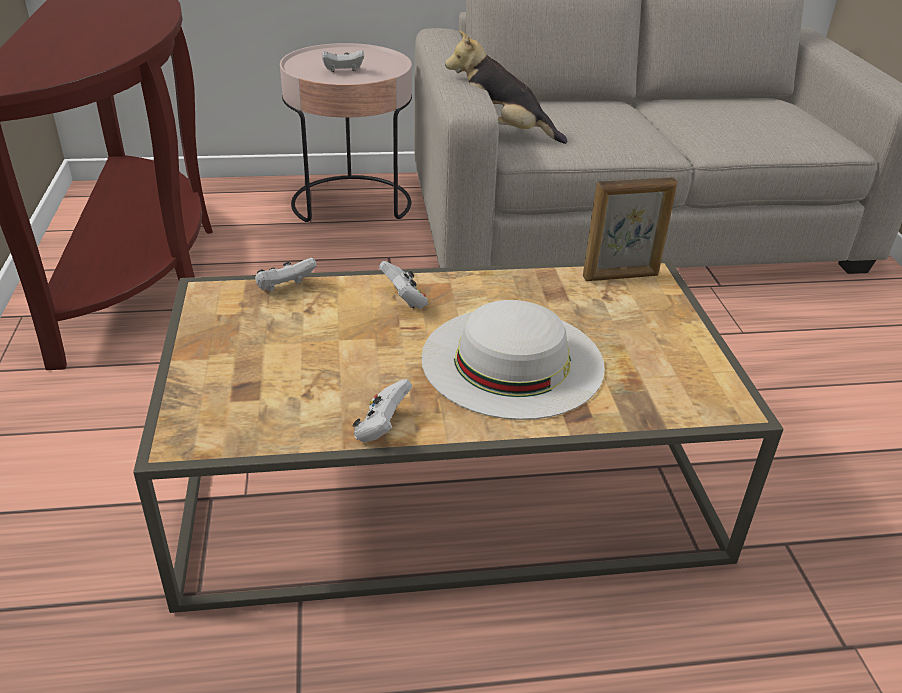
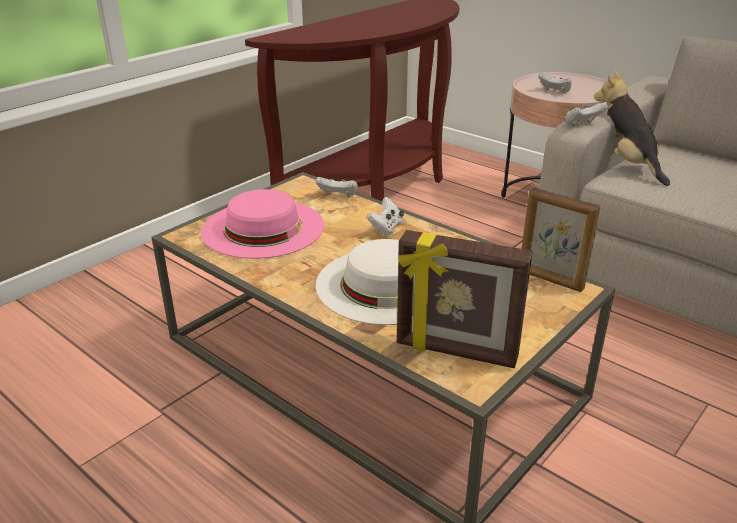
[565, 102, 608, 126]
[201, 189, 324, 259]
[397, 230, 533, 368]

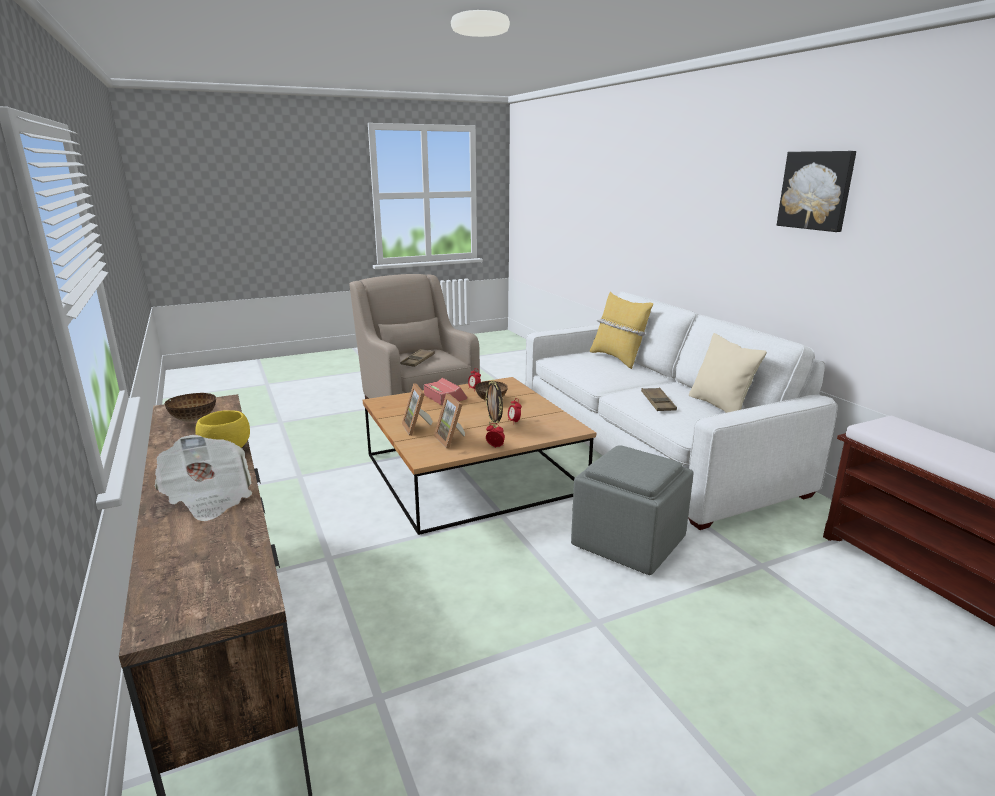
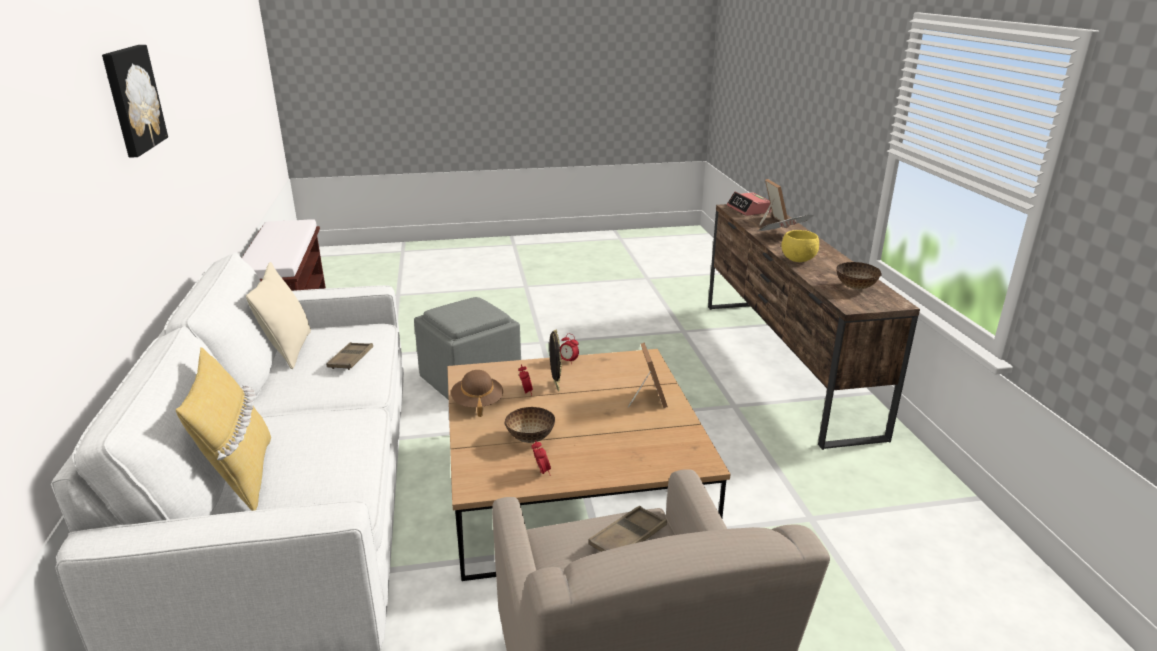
[727, 192, 771, 216]
[760, 179, 788, 225]
[451, 370, 503, 417]

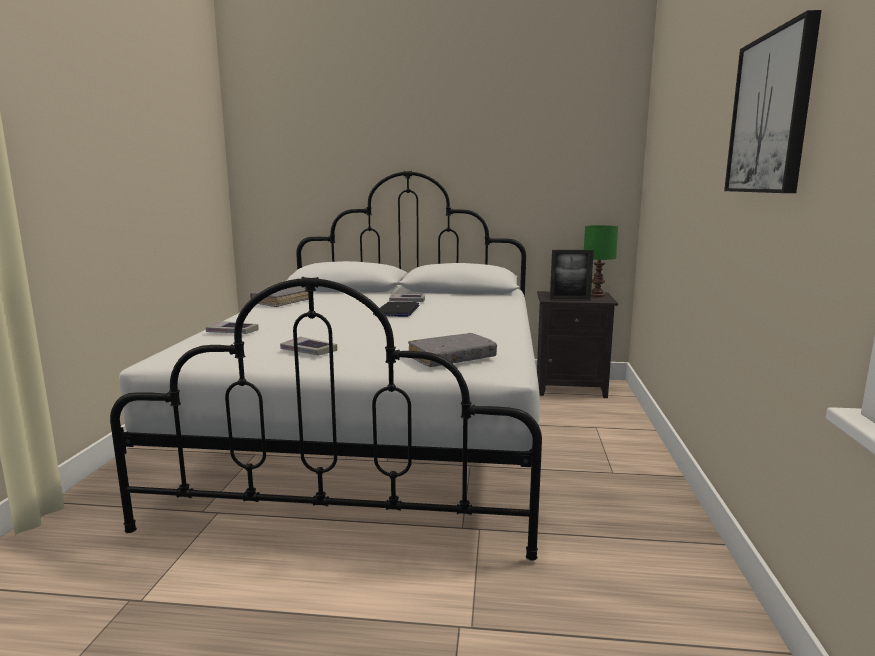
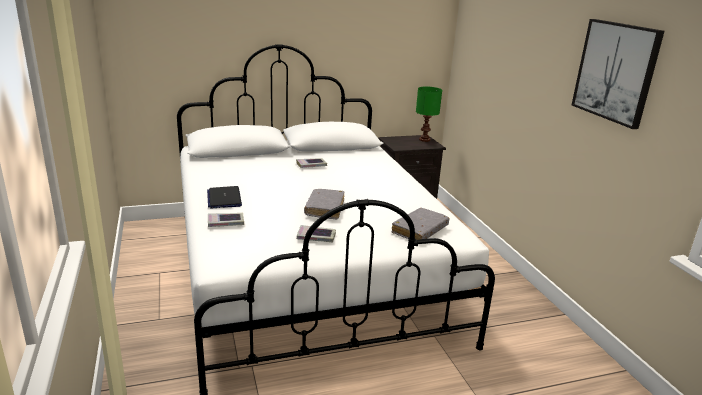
[304, 189, 345, 219]
[207, 186, 242, 208]
[550, 250, 594, 301] (first image)

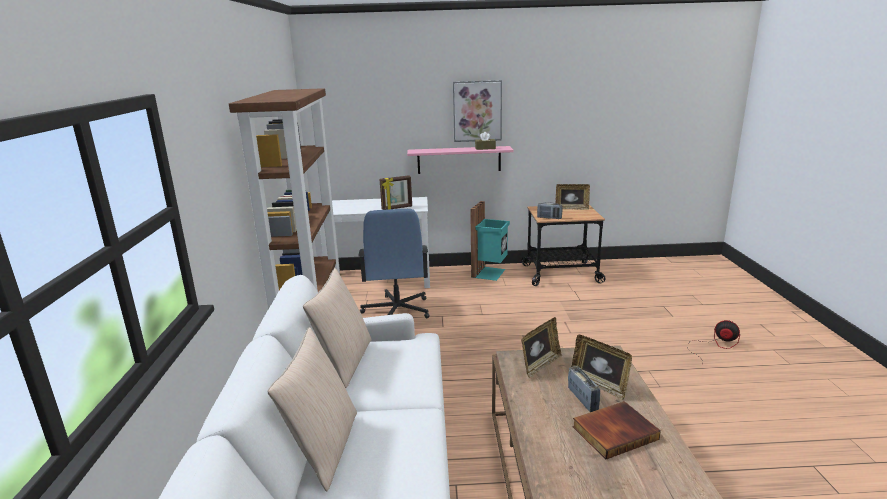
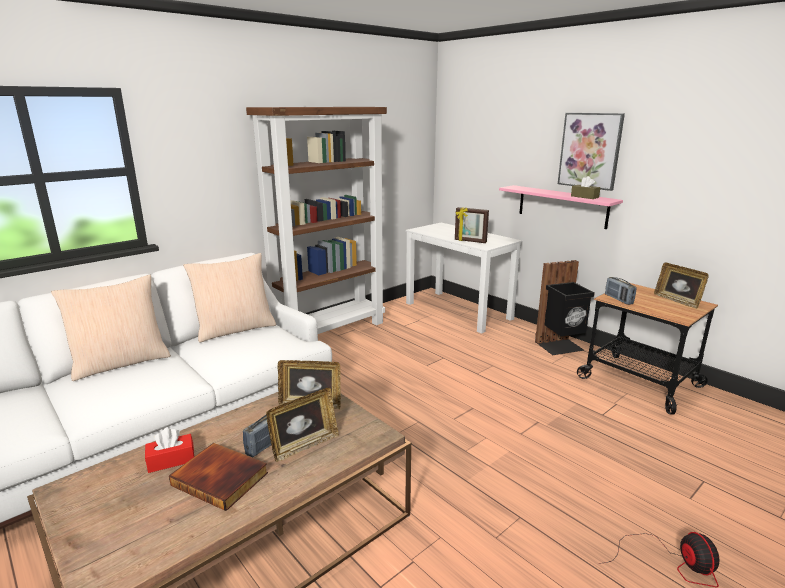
[358, 209, 429, 318] (first image)
[535, 260, 595, 355]
[266, 388, 339, 462]
[145, 428, 194, 473]

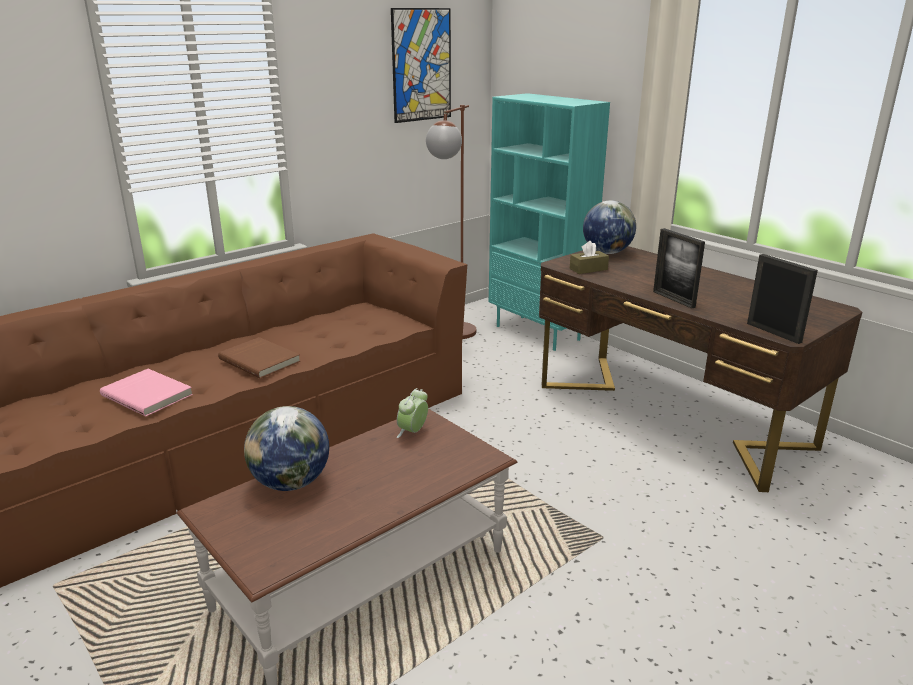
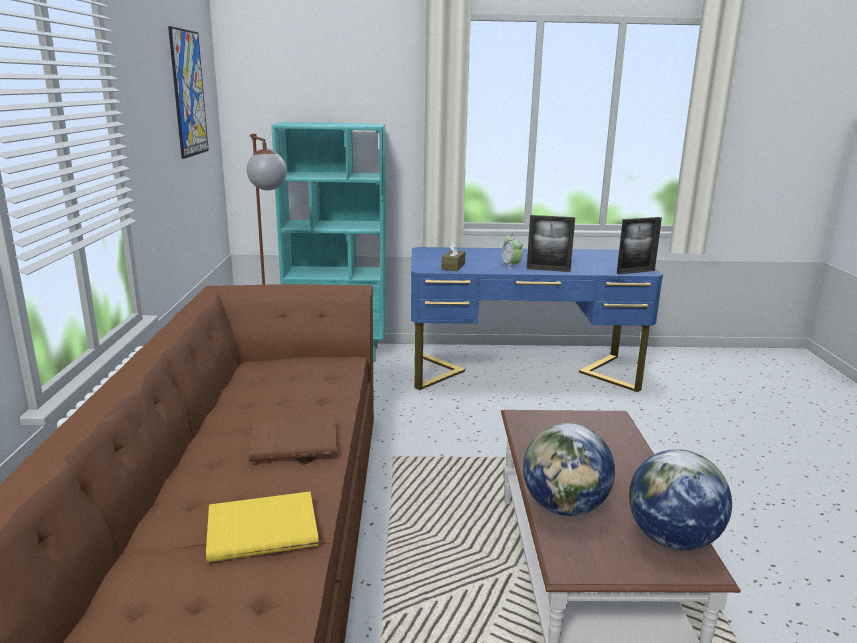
[206, 491, 319, 563]
[501, 233, 523, 270]
[411, 247, 663, 392]
[629, 449, 732, 551]
[617, 217, 662, 275]

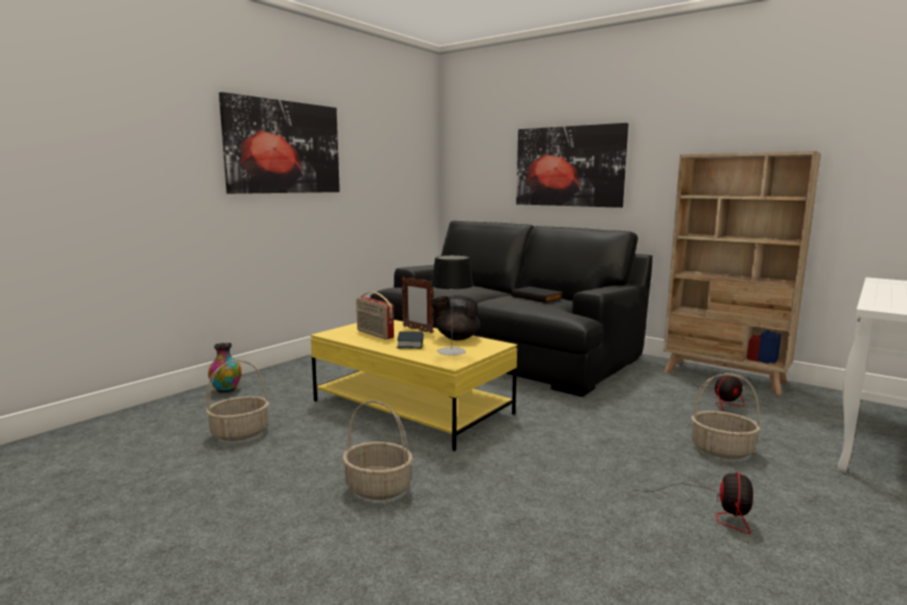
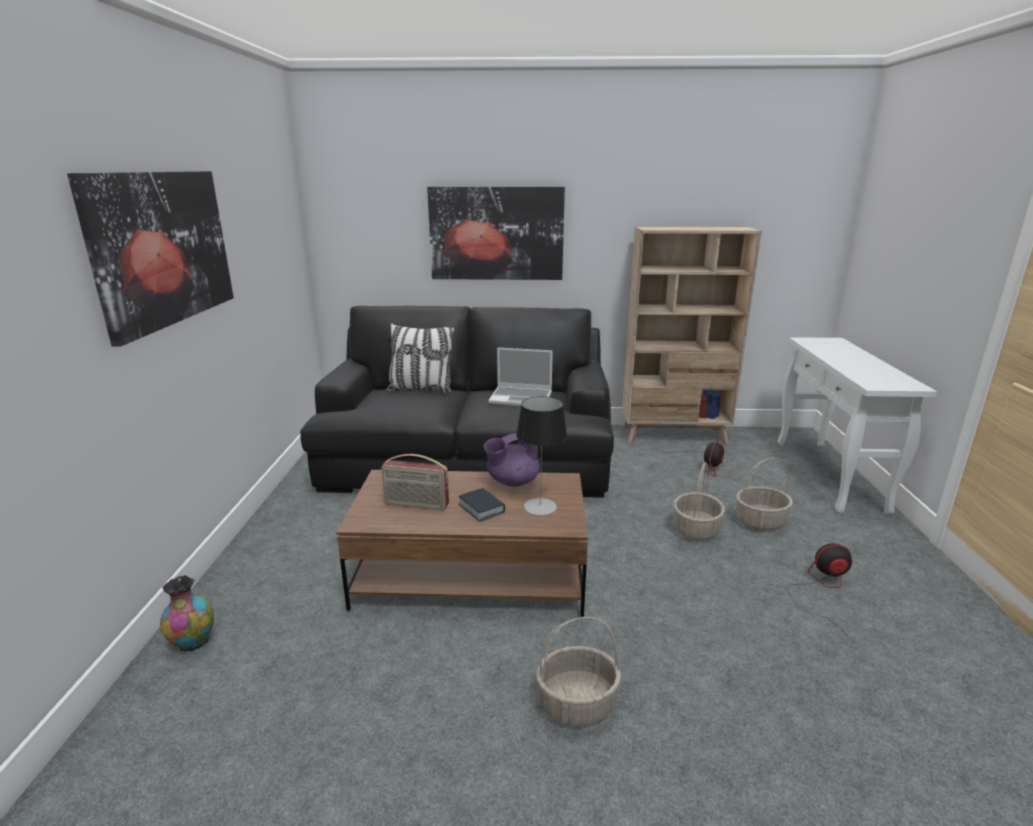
[673, 462, 725, 541]
[336, 470, 588, 617]
[401, 277, 434, 334] (first image)
[484, 433, 540, 487]
[488, 347, 553, 406]
[787, 543, 853, 637]
[386, 323, 455, 393]

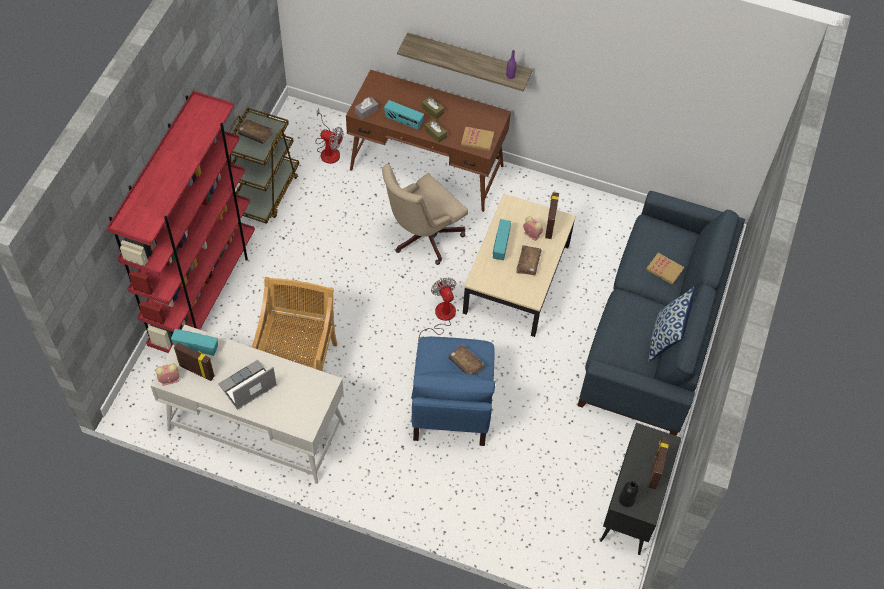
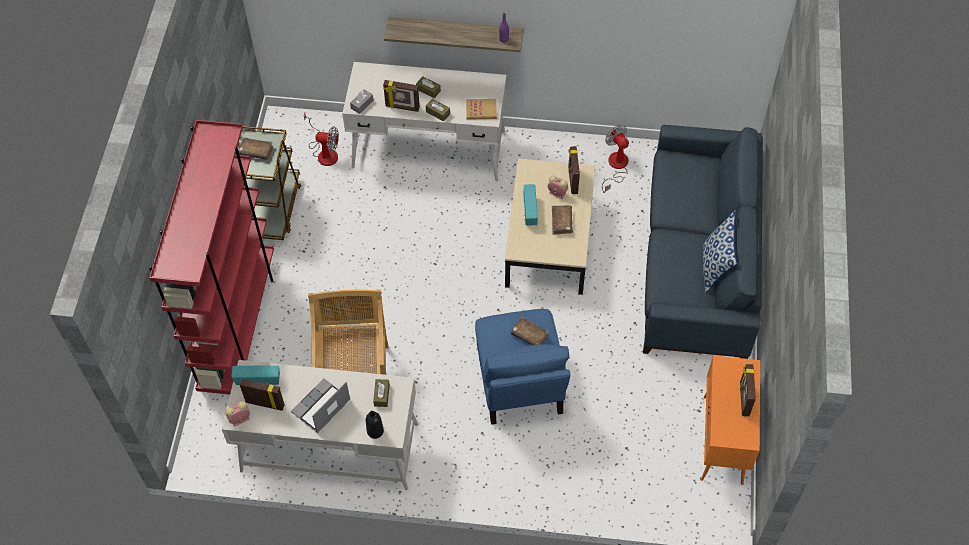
[342, 62, 506, 181]
[382, 164, 468, 265] (first image)
[383, 80, 420, 112]
[602, 125, 629, 193]
[701, 356, 760, 485]
[366, 411, 384, 439]
[646, 253, 684, 285] (first image)
[373, 379, 390, 407]

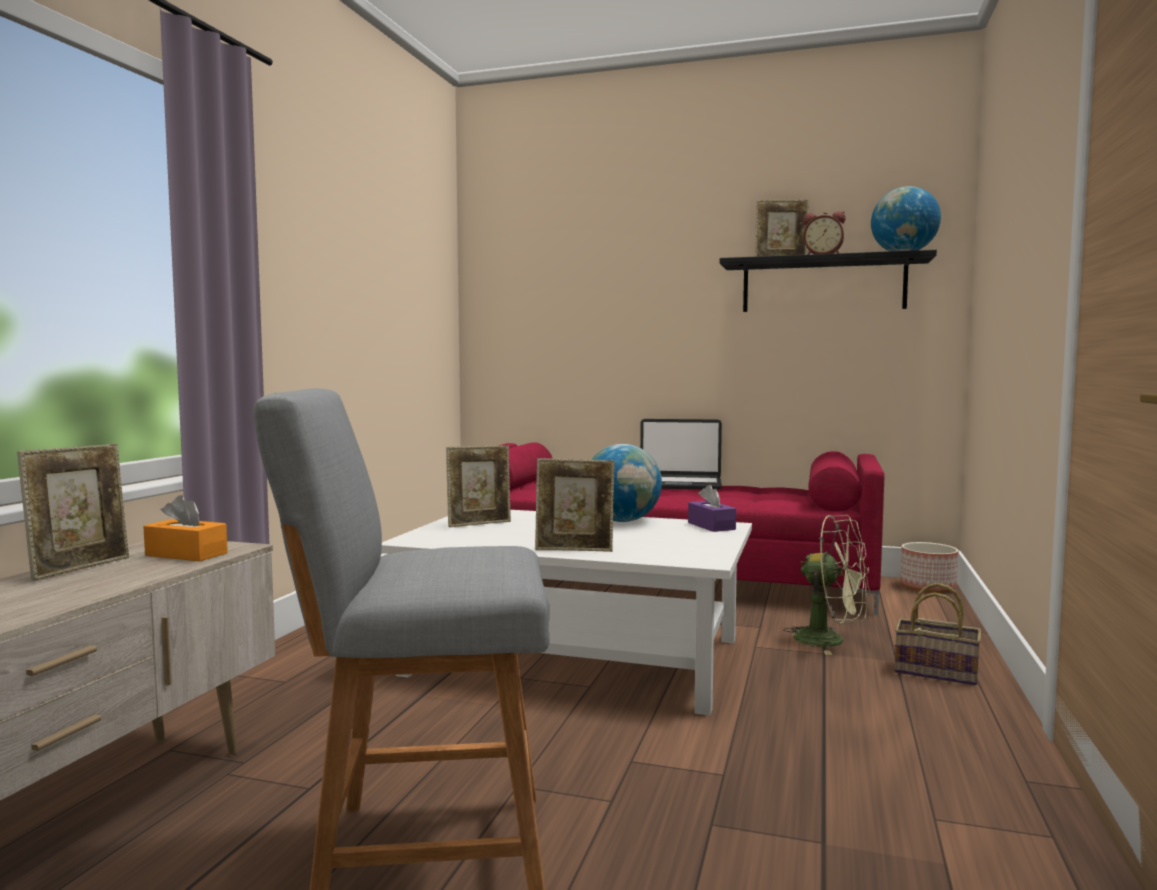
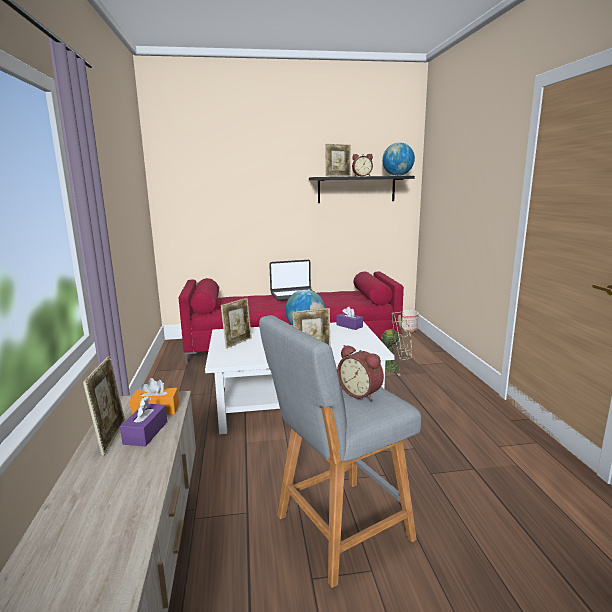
[895, 583, 981, 685] (first image)
[120, 396, 168, 446]
[337, 345, 384, 401]

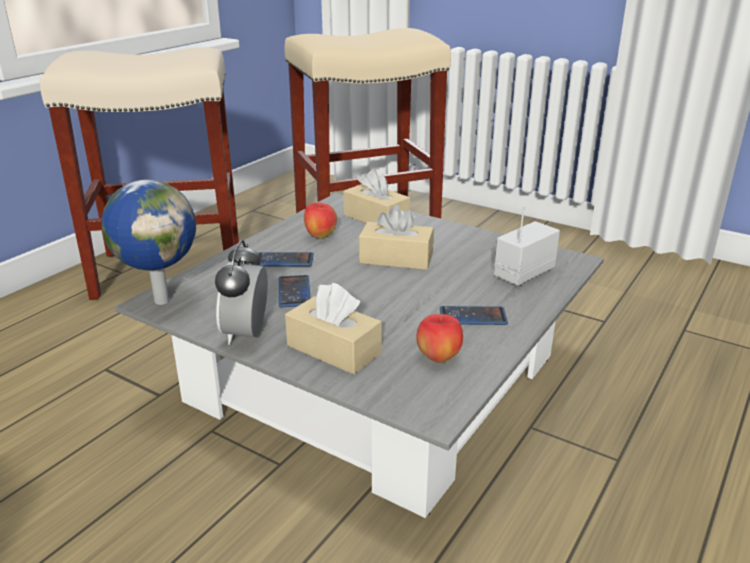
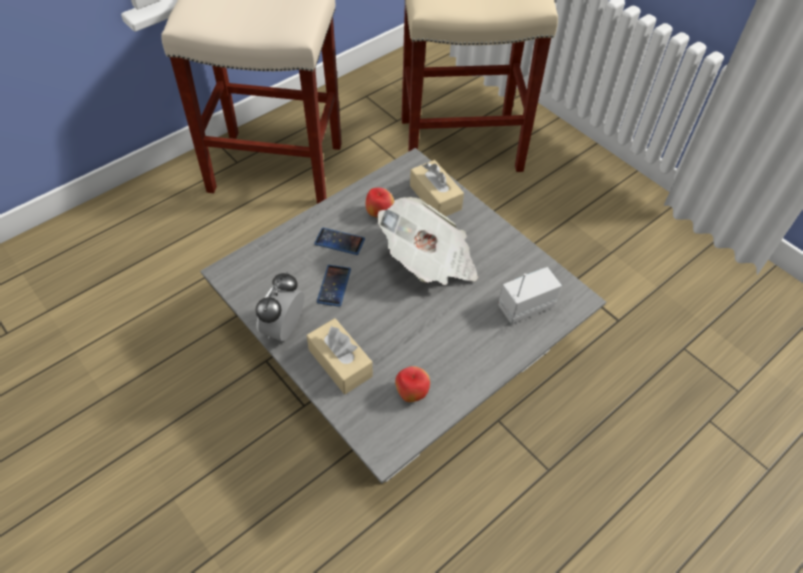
[101, 179, 196, 305] (first image)
[377, 197, 478, 285]
[440, 306, 508, 325] (first image)

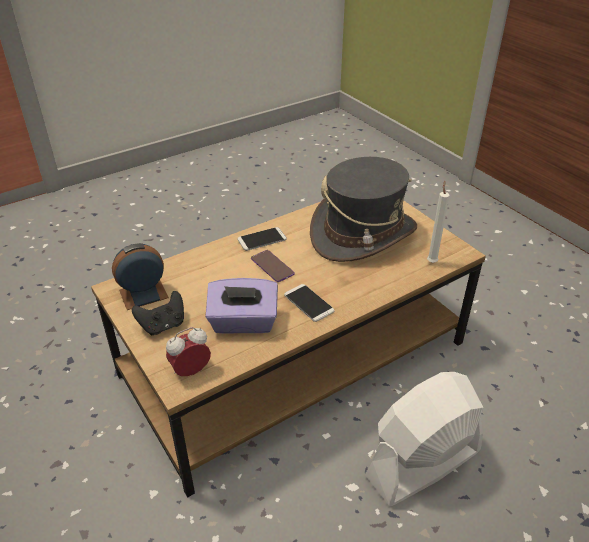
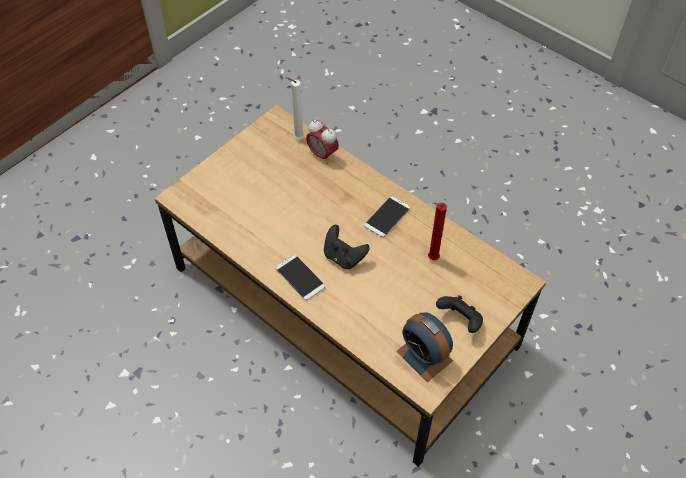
[306, 120, 339, 164]
[428, 202, 447, 260]
[324, 225, 370, 269]
[310, 157, 417, 262] (first image)
[365, 372, 484, 506] (first image)

